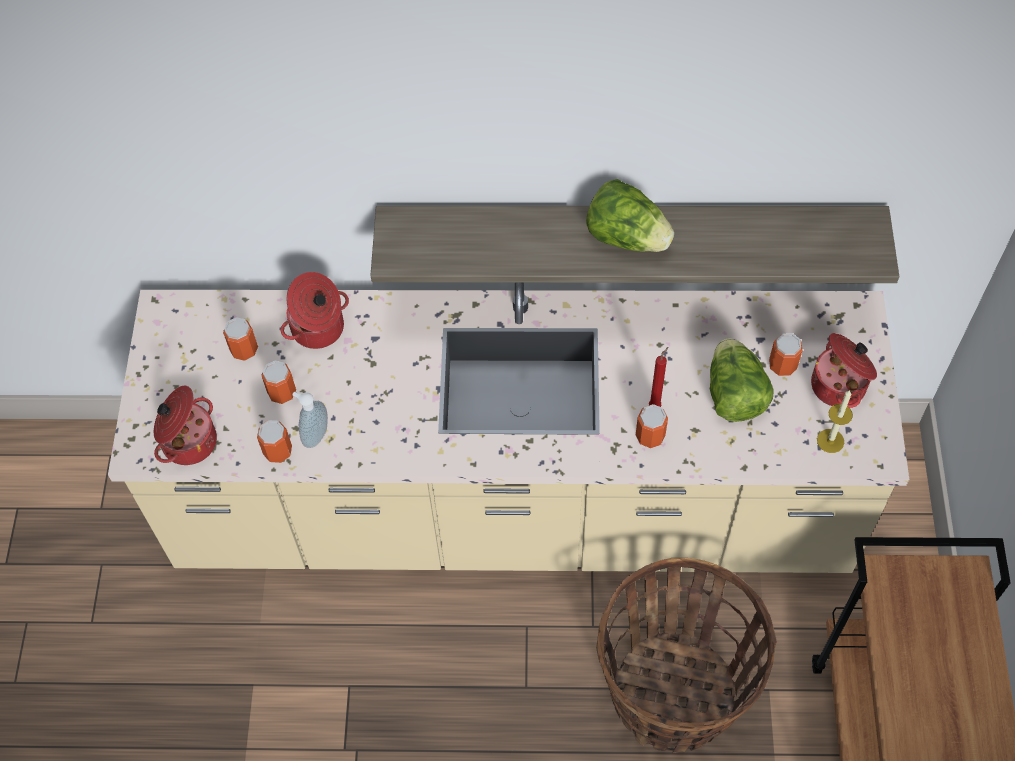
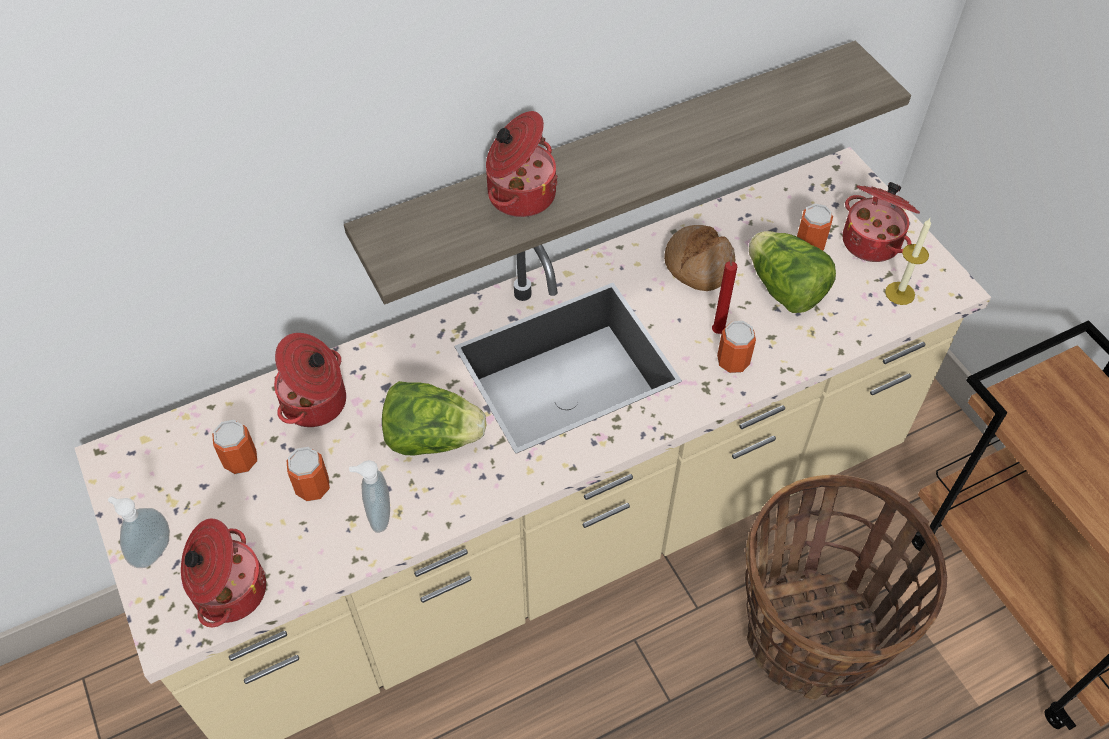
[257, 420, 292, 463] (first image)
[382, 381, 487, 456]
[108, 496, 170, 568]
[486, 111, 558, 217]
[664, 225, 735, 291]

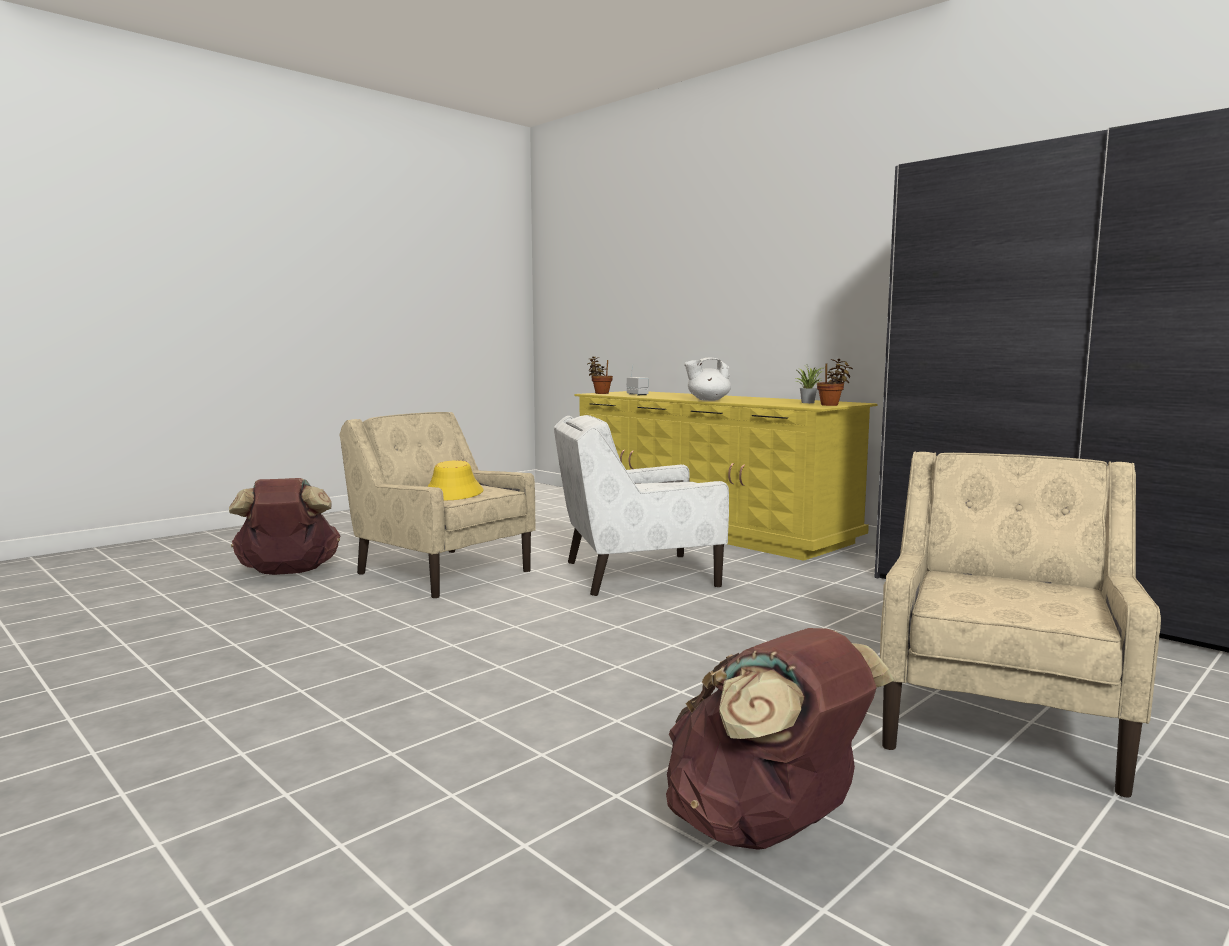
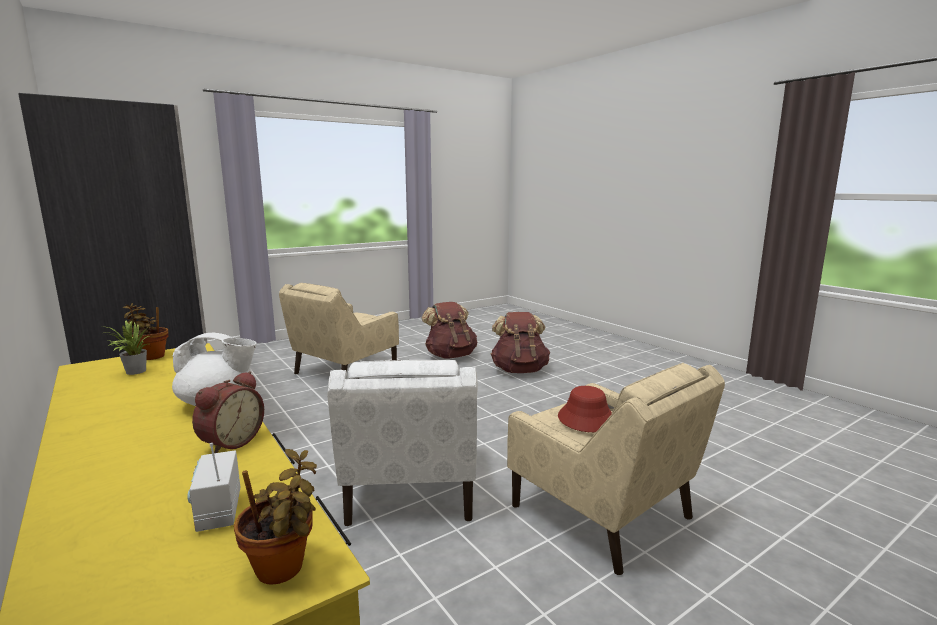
[491, 312, 550, 373]
[558, 386, 612, 432]
[327, 360, 478, 526]
[192, 371, 264, 453]

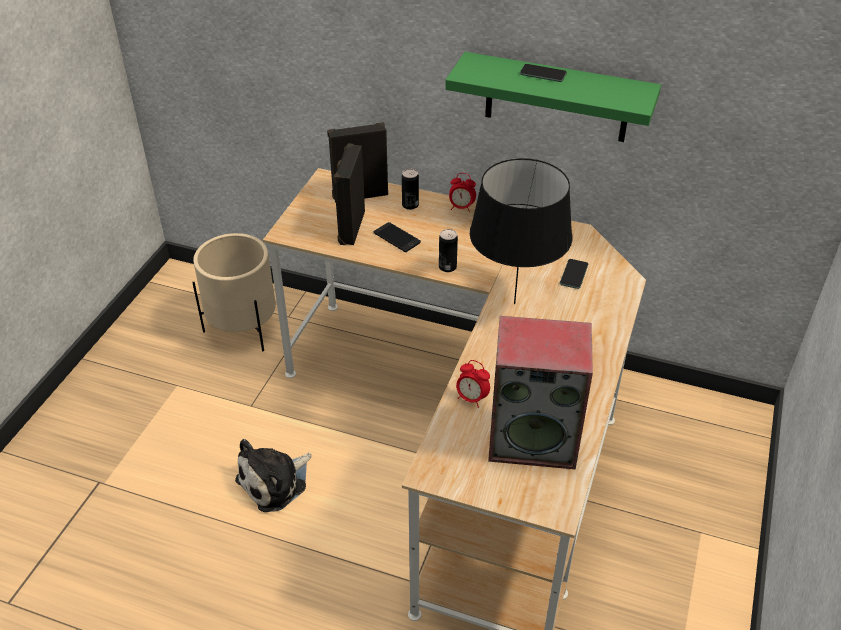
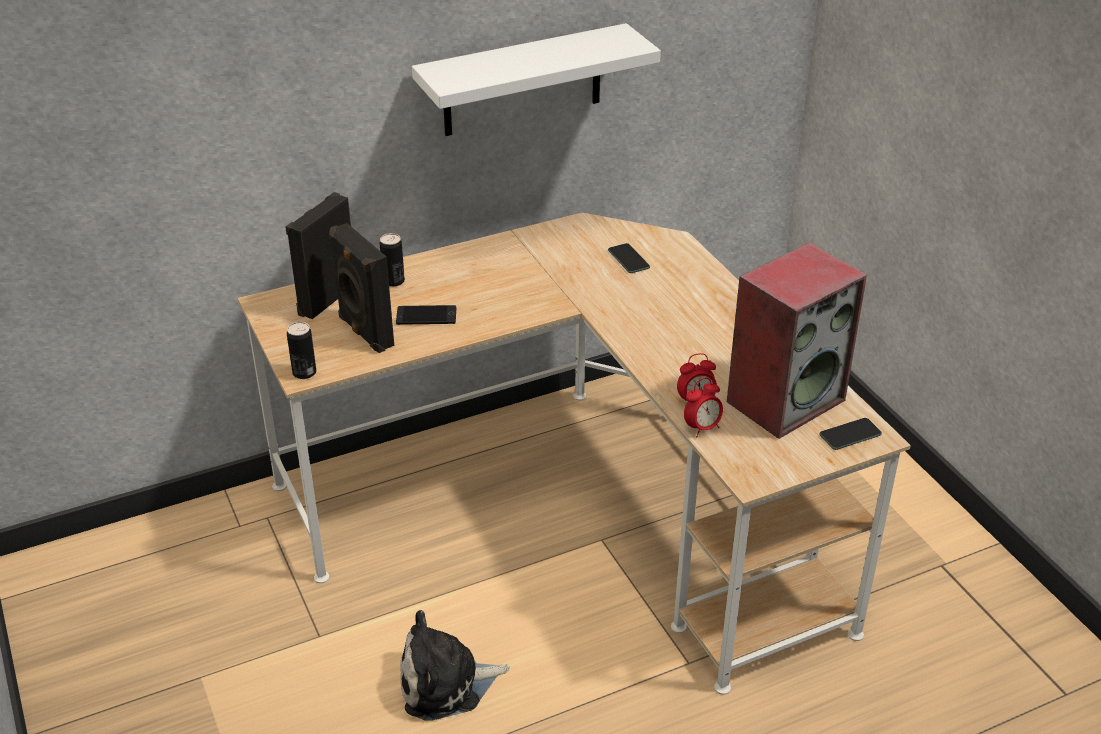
[192, 233, 276, 351] (first image)
[400, 610, 510, 721]
[287, 322, 316, 379]
[412, 23, 661, 136]
[684, 378, 723, 437]
[470, 158, 573, 304] (first image)
[819, 418, 882, 450]

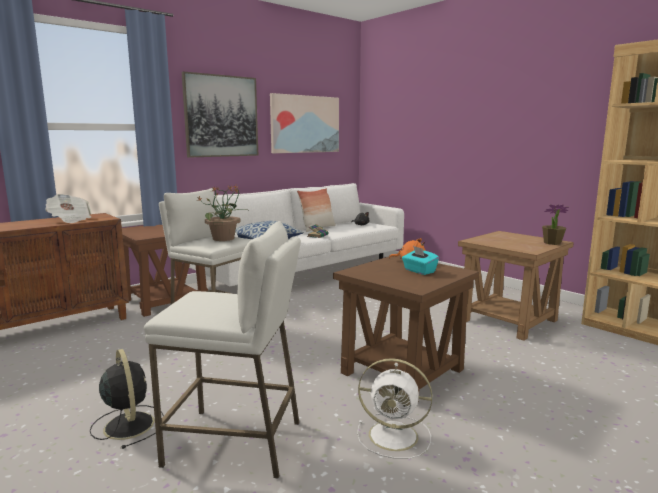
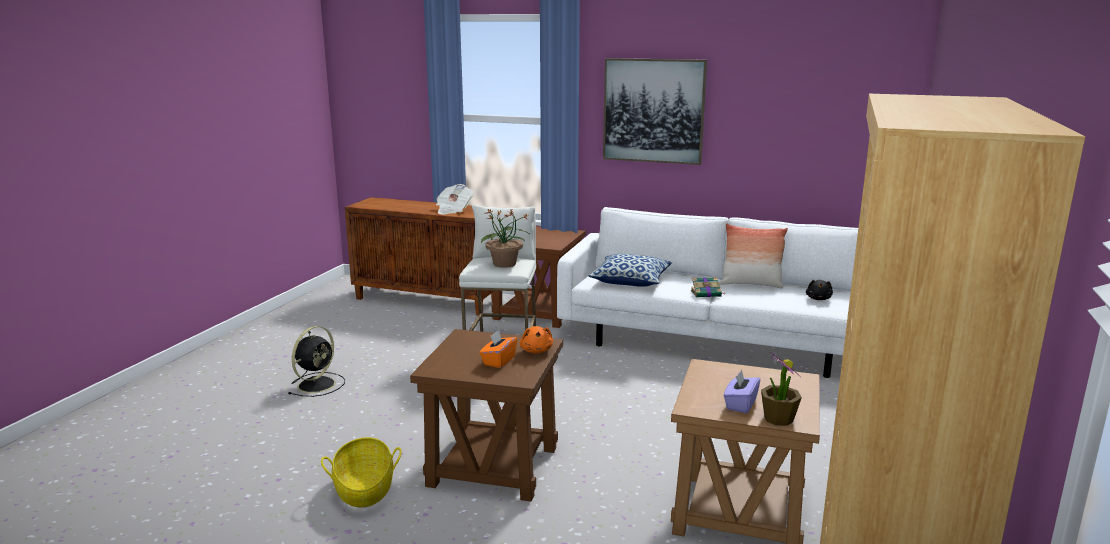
[144, 221, 301, 478] (first image)
[270, 93, 339, 153] (first image)
[321, 437, 402, 508]
[480, 330, 517, 368]
[724, 370, 760, 413]

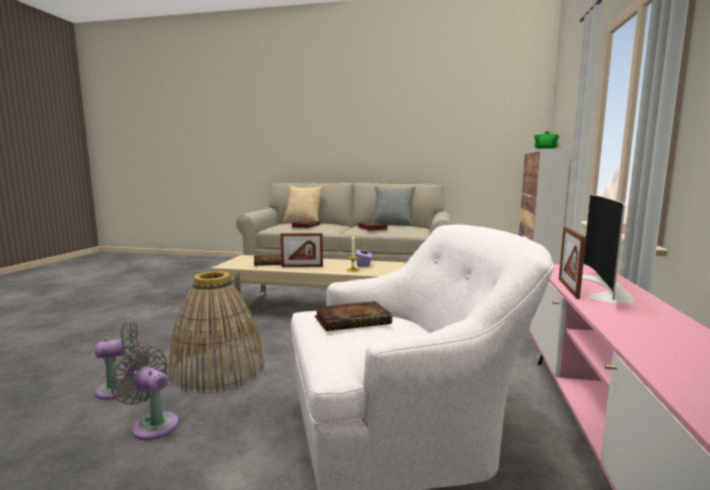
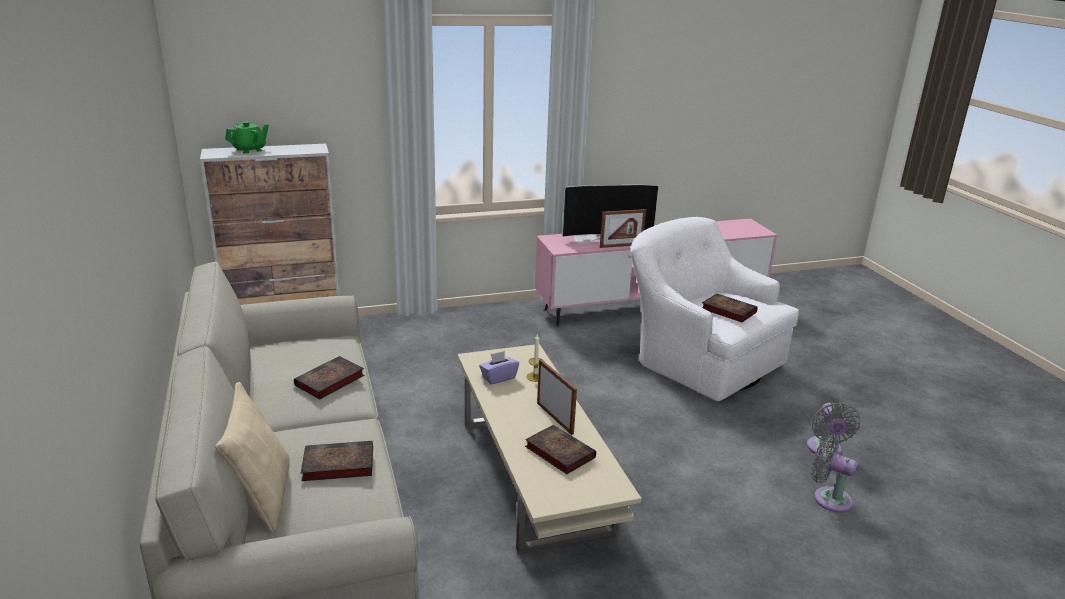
[168, 271, 265, 394] (first image)
[373, 186, 415, 226] (first image)

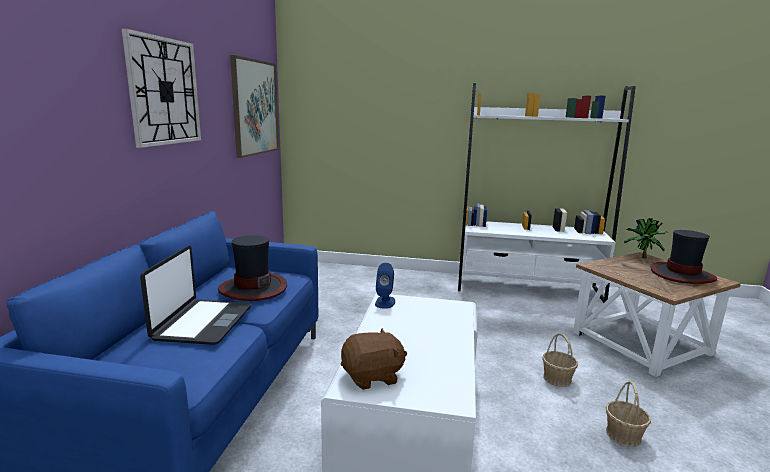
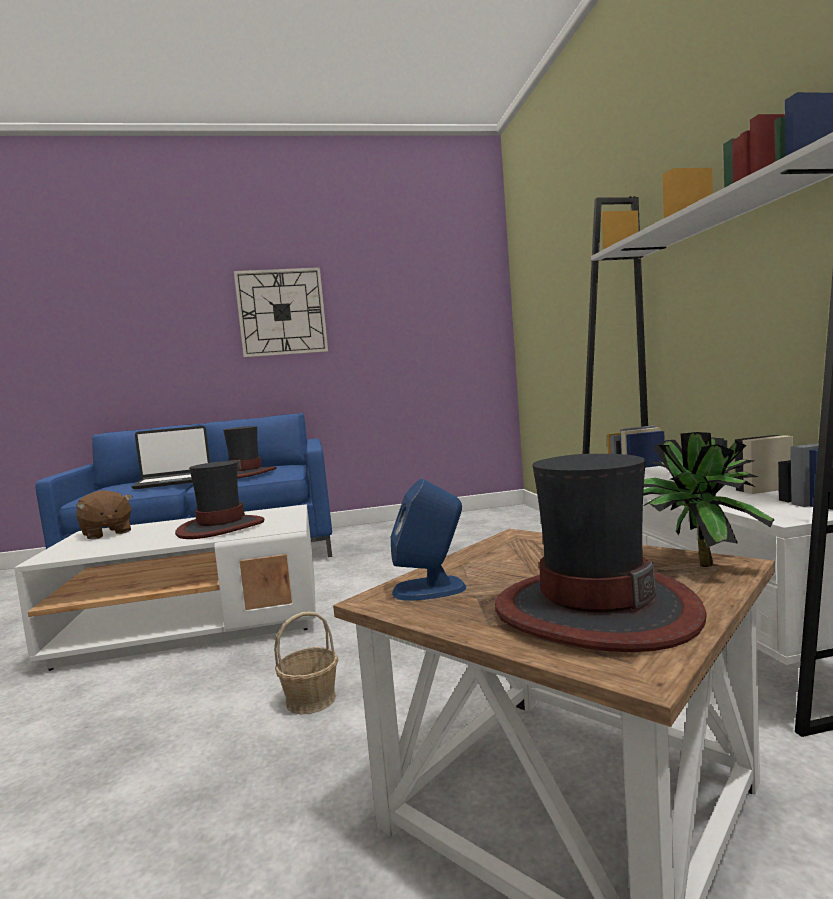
[230, 55, 279, 158] (first image)
[391, 479, 466, 601]
[606, 381, 651, 447] (first image)
[175, 461, 265, 539]

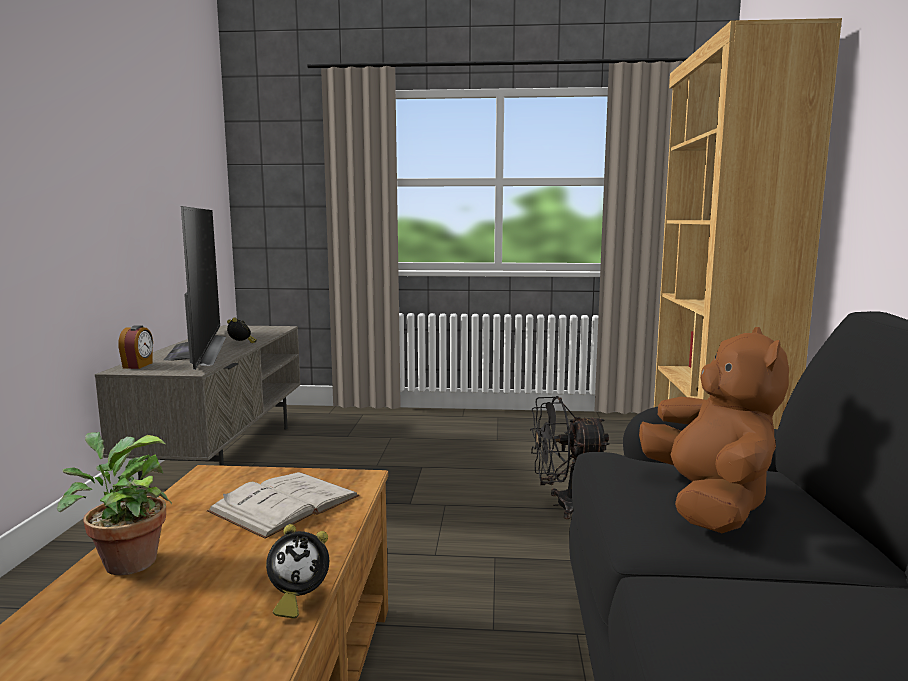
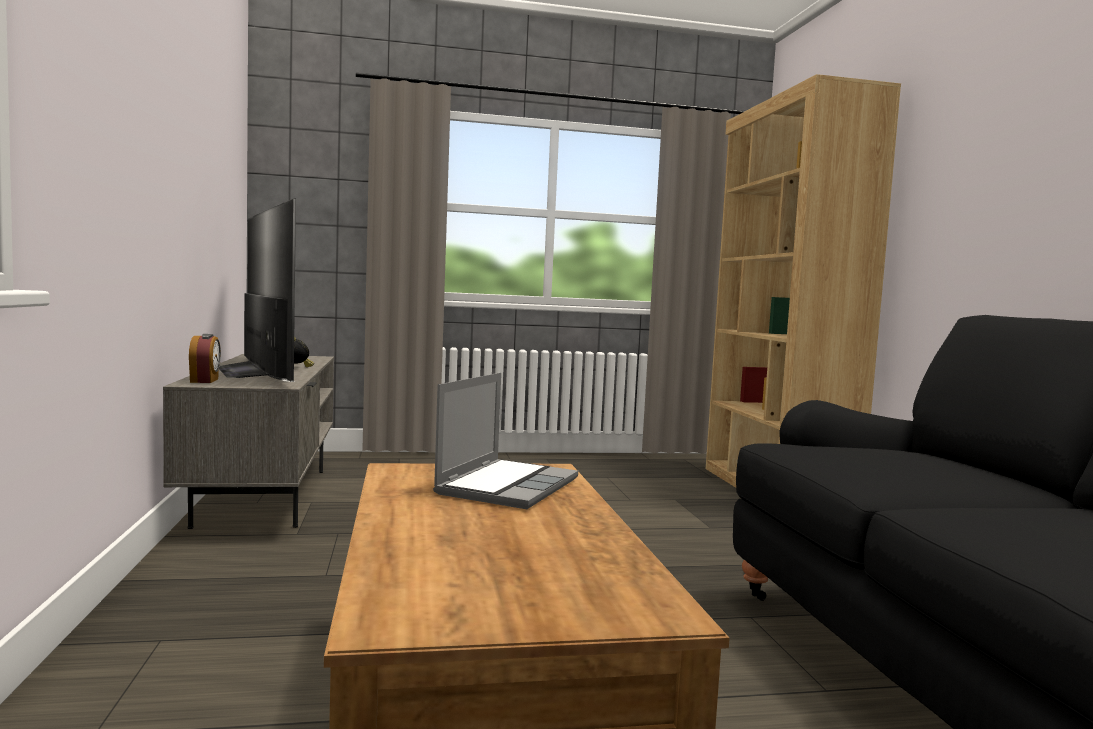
[57, 432, 172, 575] (first image)
[433, 373, 578, 509]
[266, 524, 329, 618] (first image)
[530, 396, 609, 519] (first image)
[639, 327, 789, 533] (first image)

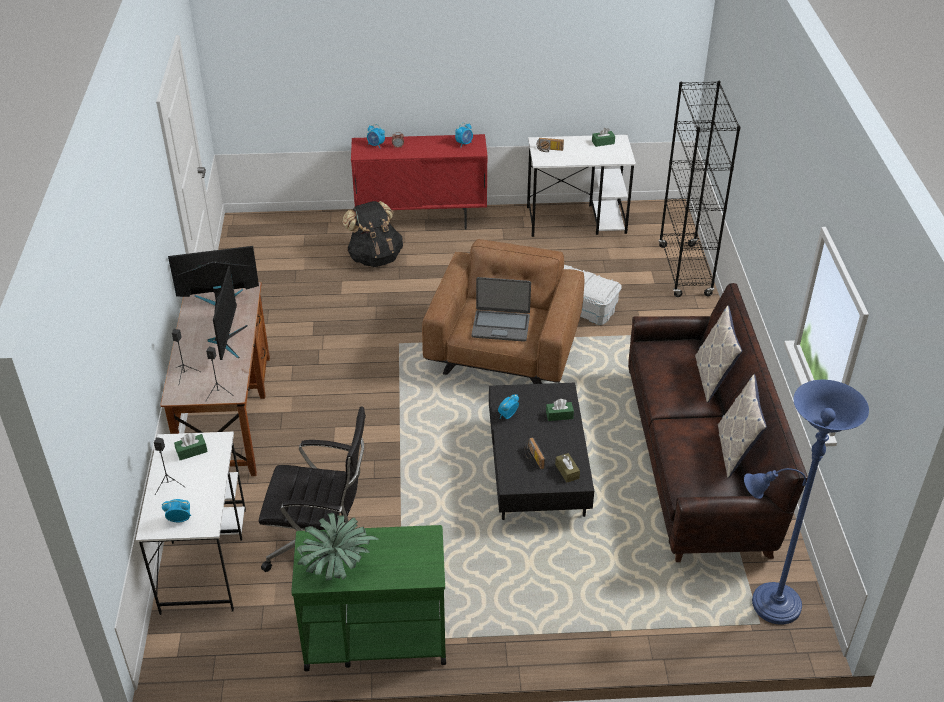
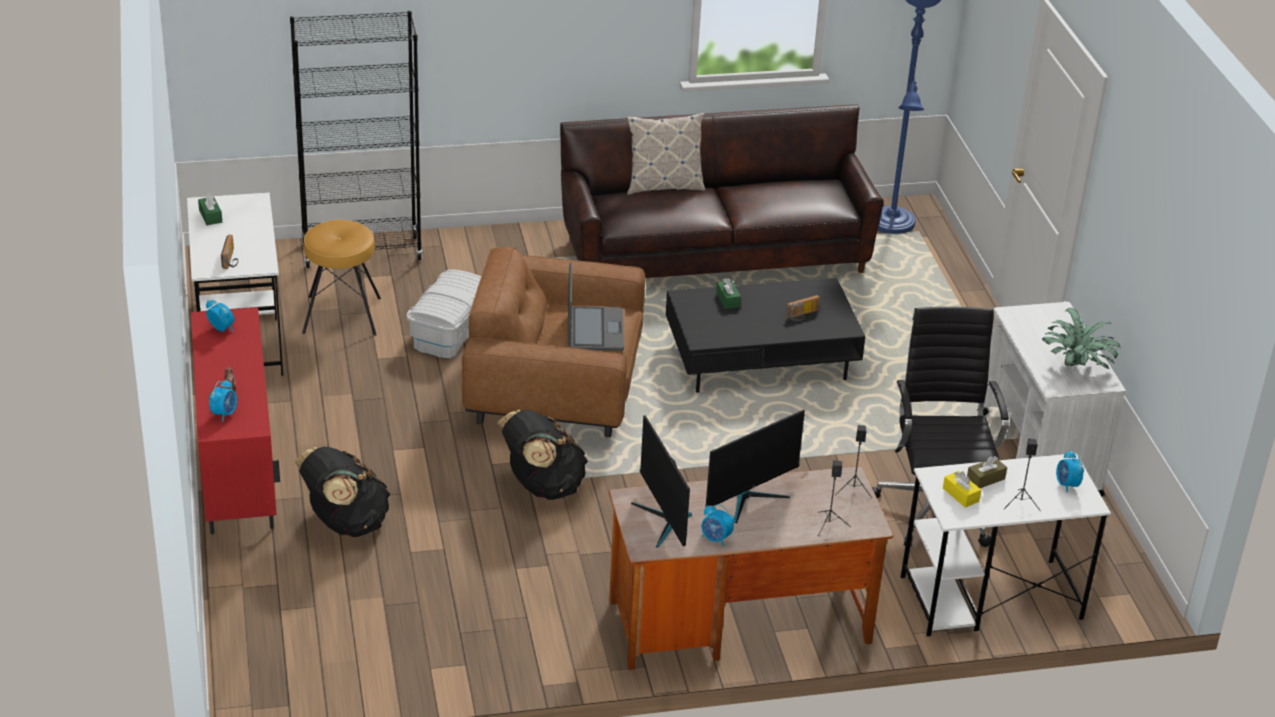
[943, 471, 981, 508]
[705, 410, 805, 523]
[977, 302, 1126, 497]
[701, 505, 735, 546]
[967, 456, 1007, 488]
[718, 375, 767, 478] (first image)
[302, 220, 381, 335]
[497, 410, 588, 500]

